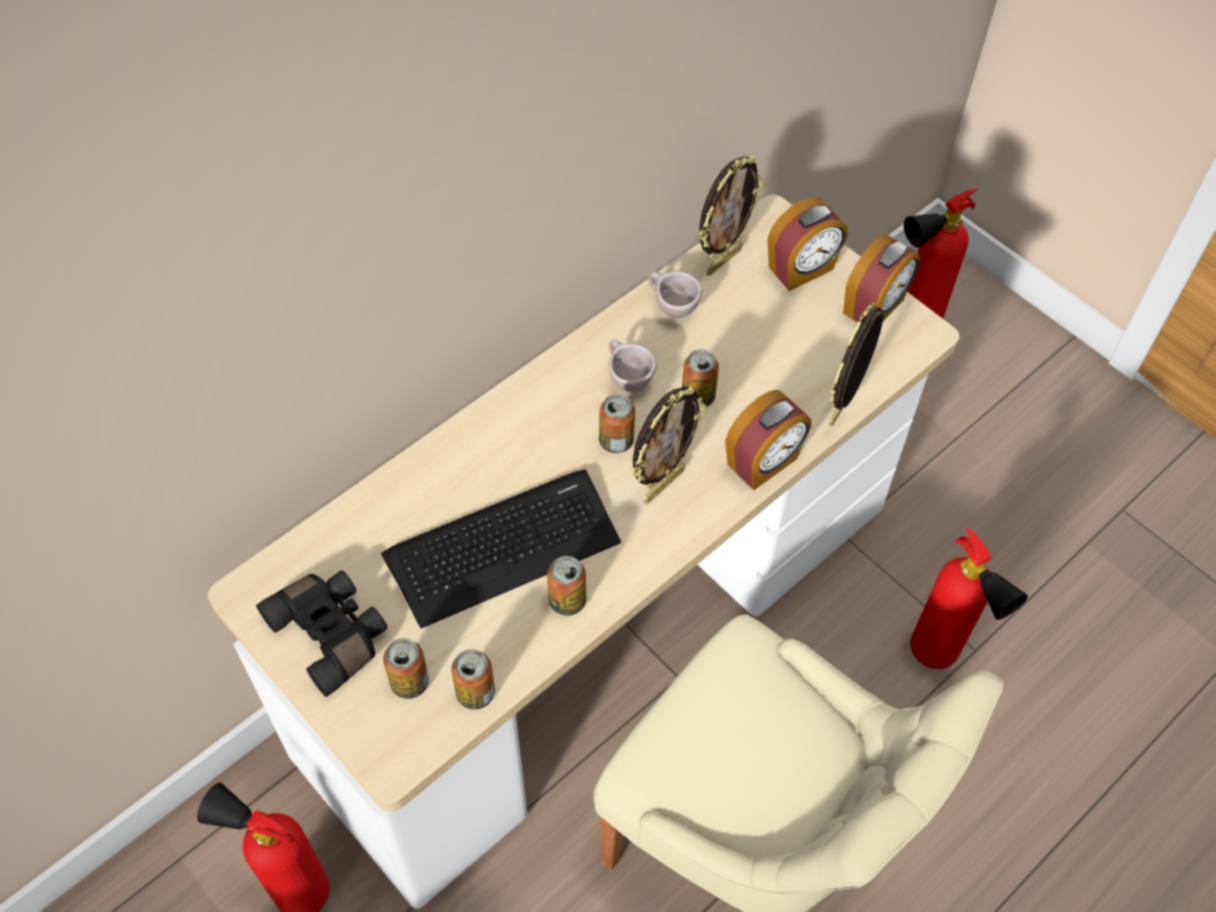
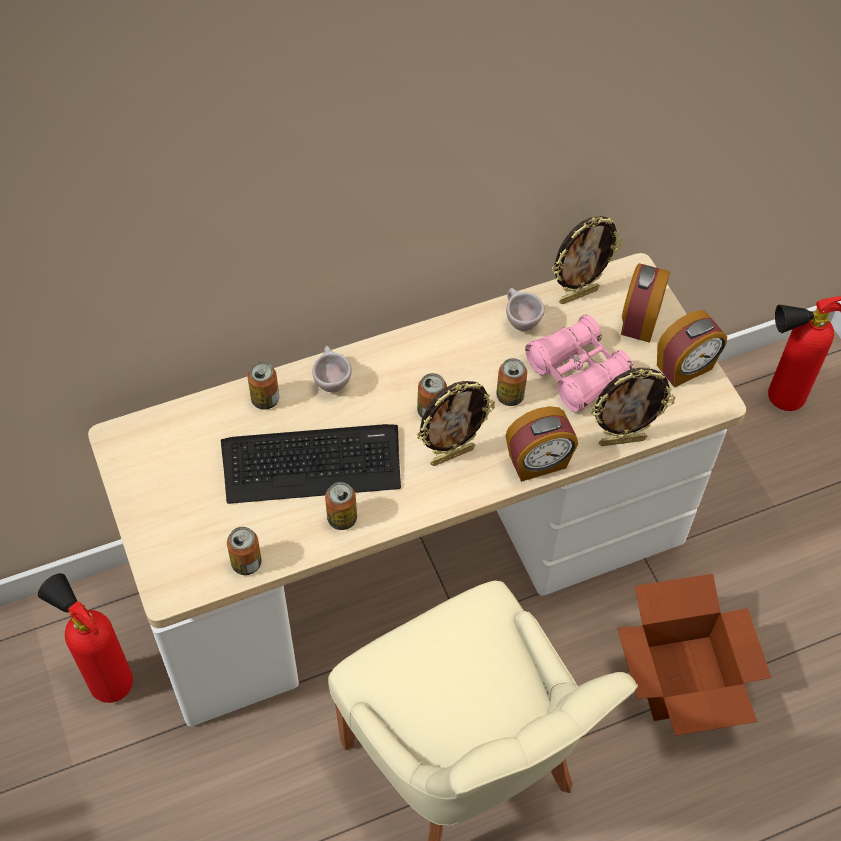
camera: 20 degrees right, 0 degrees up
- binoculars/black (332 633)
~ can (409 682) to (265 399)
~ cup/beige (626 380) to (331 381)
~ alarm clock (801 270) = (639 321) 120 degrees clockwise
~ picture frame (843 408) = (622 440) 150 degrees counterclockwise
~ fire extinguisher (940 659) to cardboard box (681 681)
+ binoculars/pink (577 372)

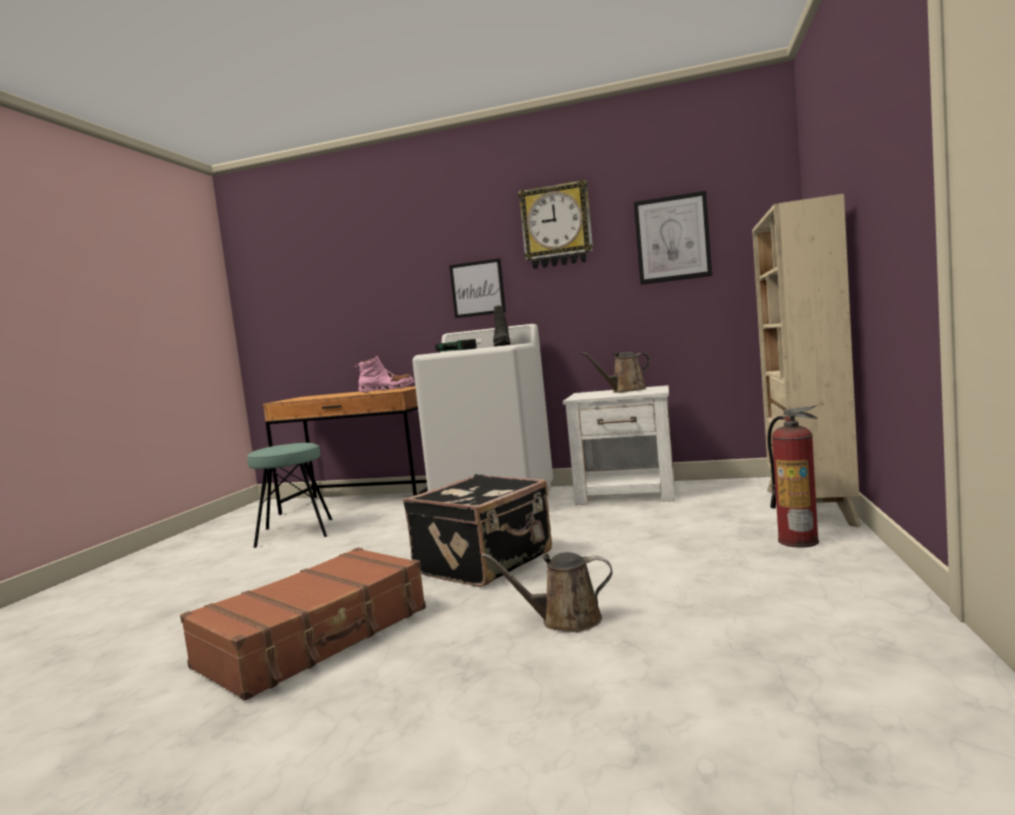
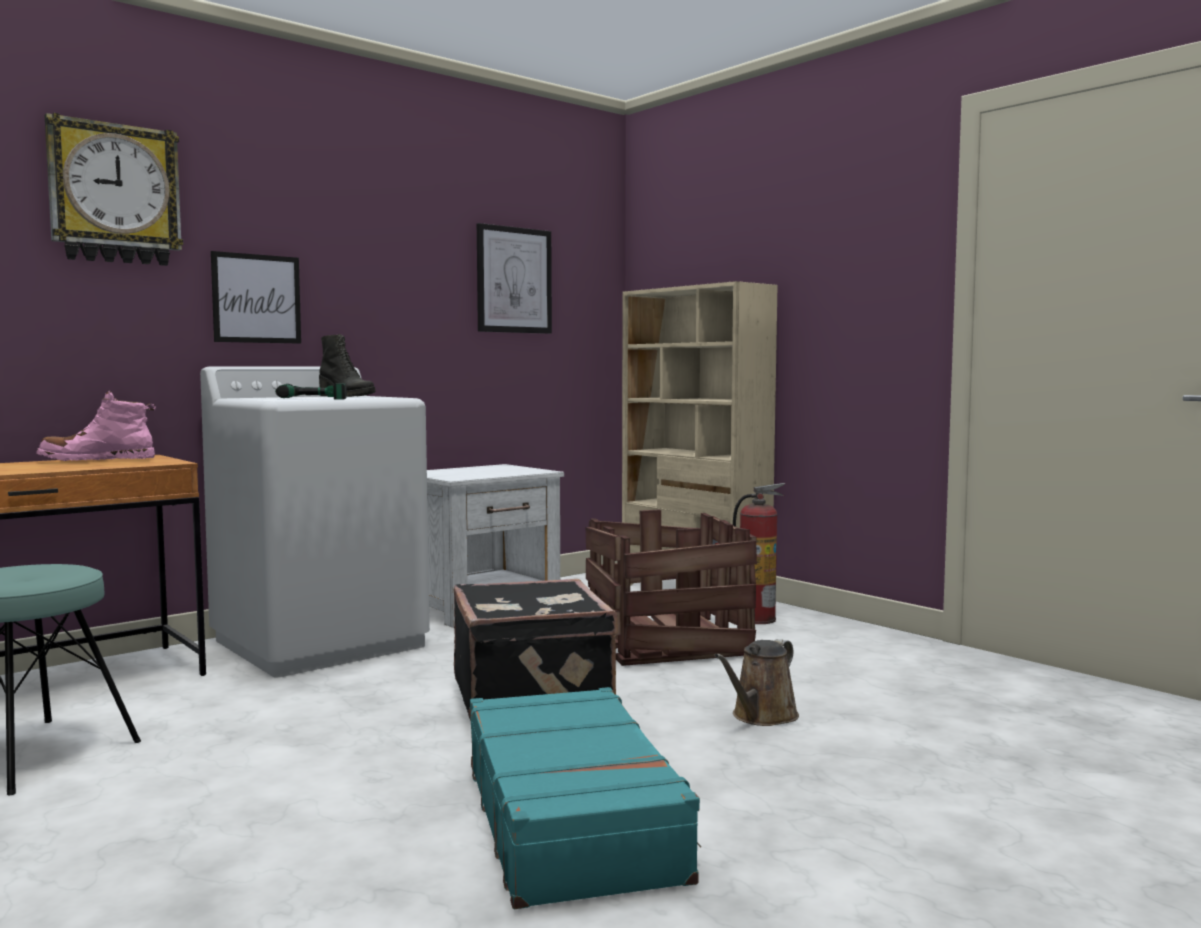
camera: 55 degrees left, 0 degrees up
~ suitcase/brown (316 637) to suitcase/turquoise (572 819)
~ boot/pink (386 389) = (97 461) 135 degrees counterclockwise
~ wall clock (556 226) to (114 194)
- watering can/brown (625 391)
+ crate (667 642)

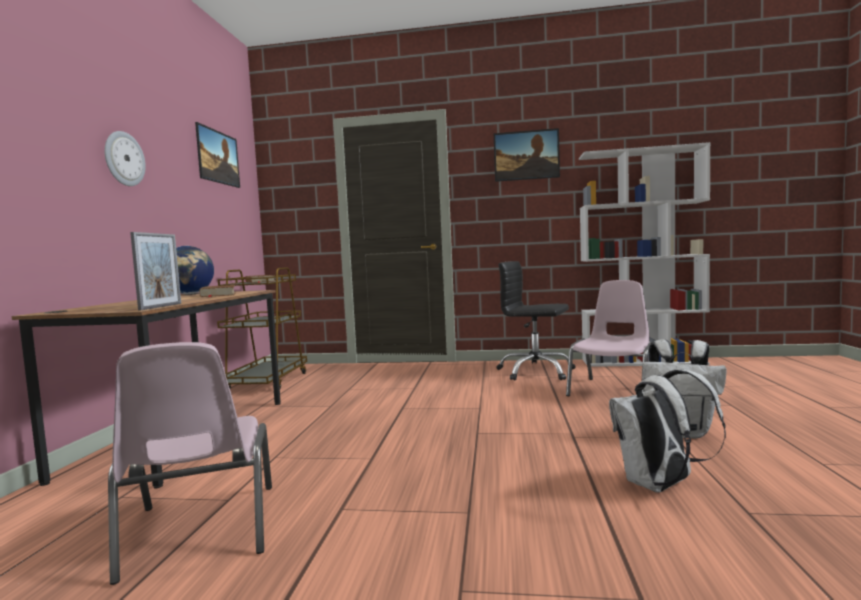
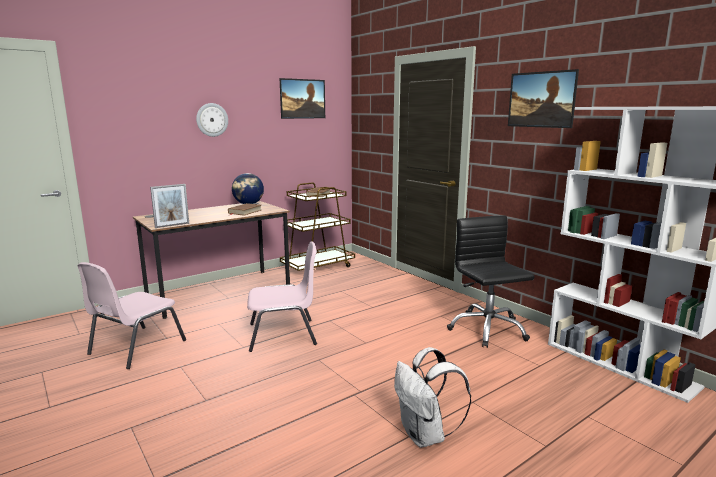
camera: 45 degrees right, 10 degrees up
~ chair/pink (614 391) to (283 335)
- backpack/white (660 486)

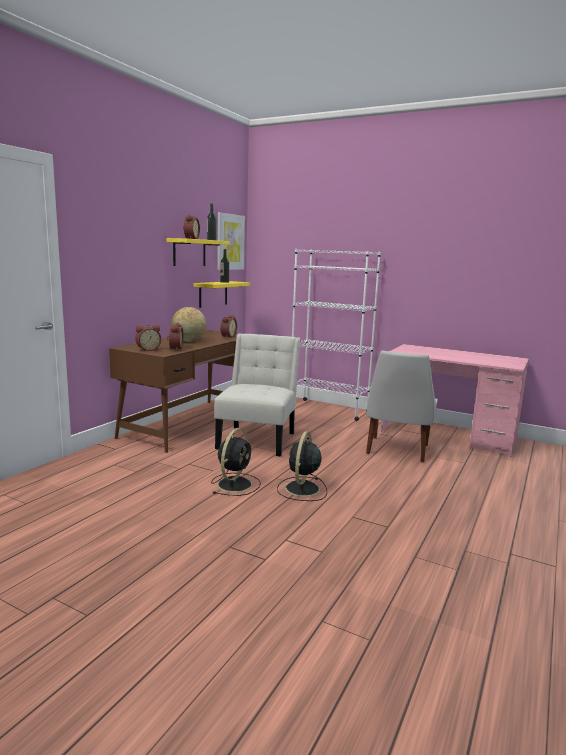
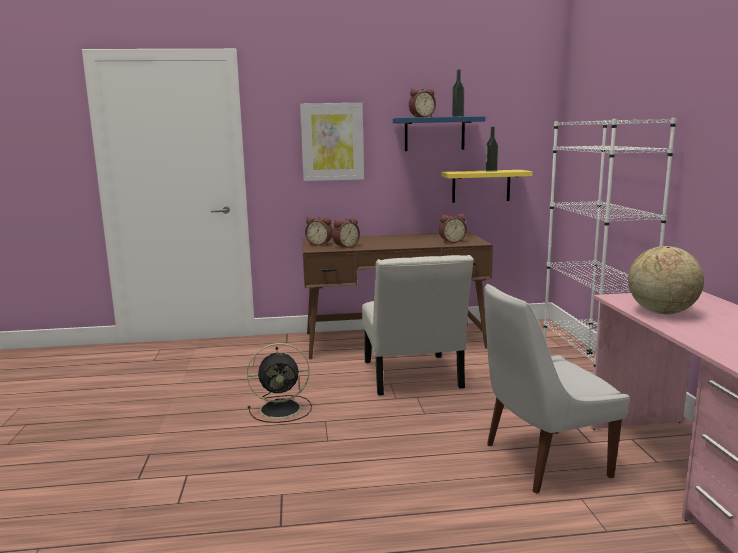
camera: 55 degrees right, 0 degrees up
~ shelf/yellow (189 252) to shelf/blue (434 134)
~ globe (189 341) to (661 312)
~ chair/white (258 439) = (412 377) 105 degrees clockwise
~ picture (230 242) to (332 142)
- fan/black (302 489)

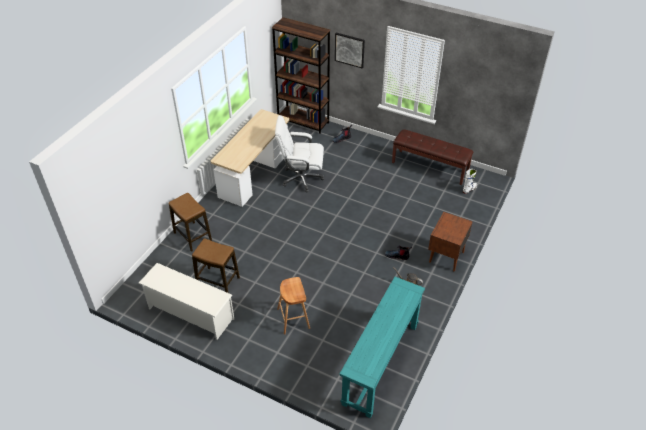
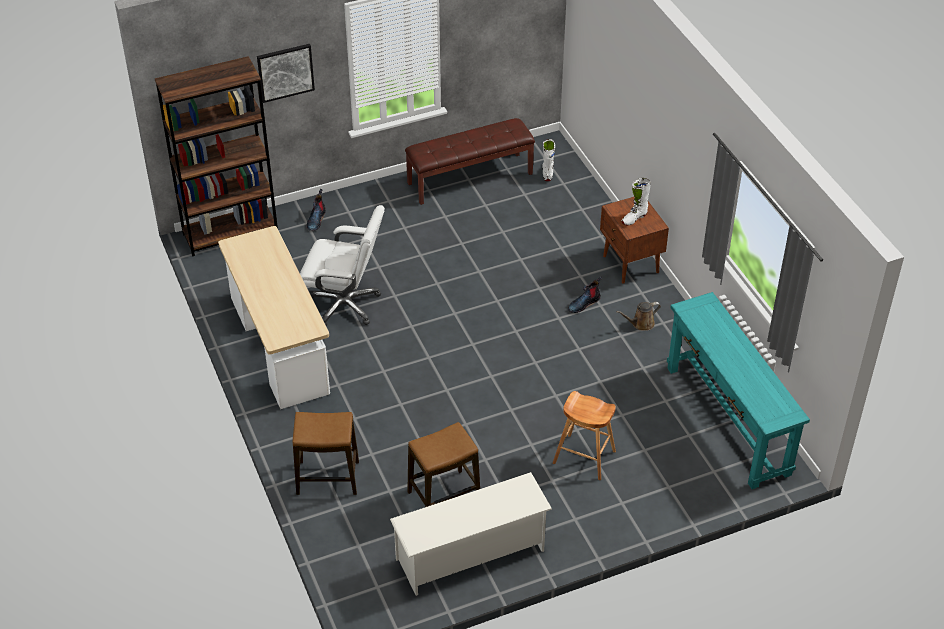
camera: 50 degrees left, 0 degrees up
~ office chair/white (301 178) = (345 304) 120 degrees counterclockwise
+ boot/white (634 218)

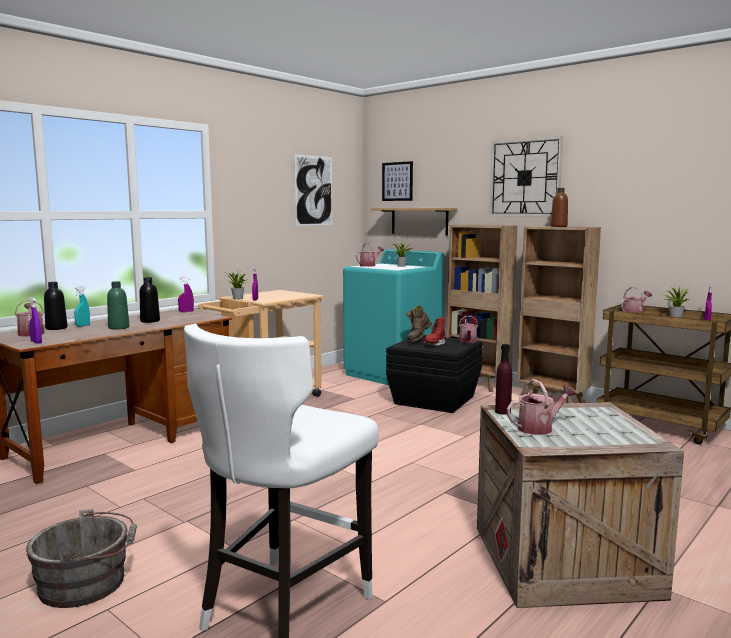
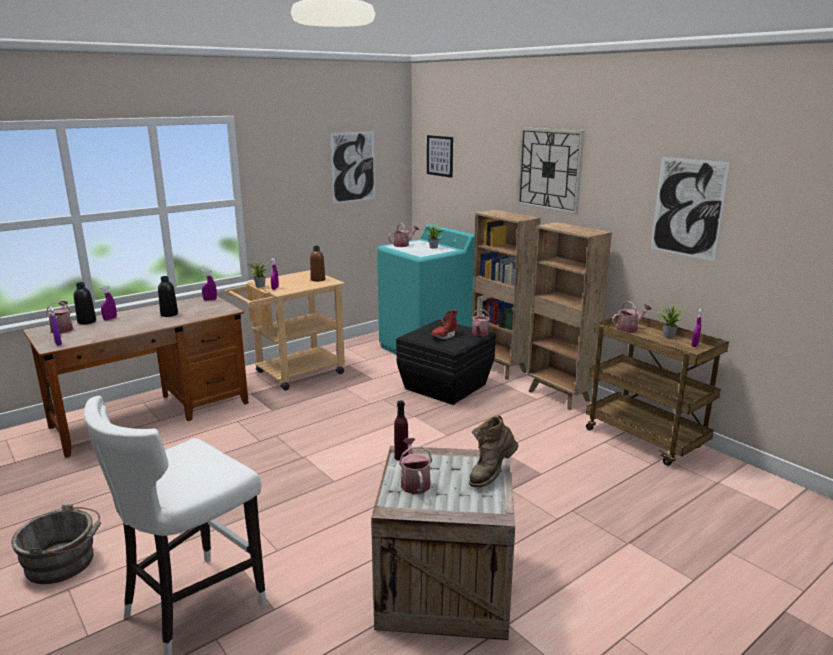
camera: 10 degrees right, 10 degrees up
~ spray bottle/turquoise (83 325) to spray bottle/purple (110 319)
- bottle/green (118 327)
- shelf (419 221)
~ boot/brown (418 340) to (491 474)
~ watering can (539 428) = (414 482) 90 degrees counterclockwise
~ bottle/brown (558 226) to (318 279)
+ picture (687 208)

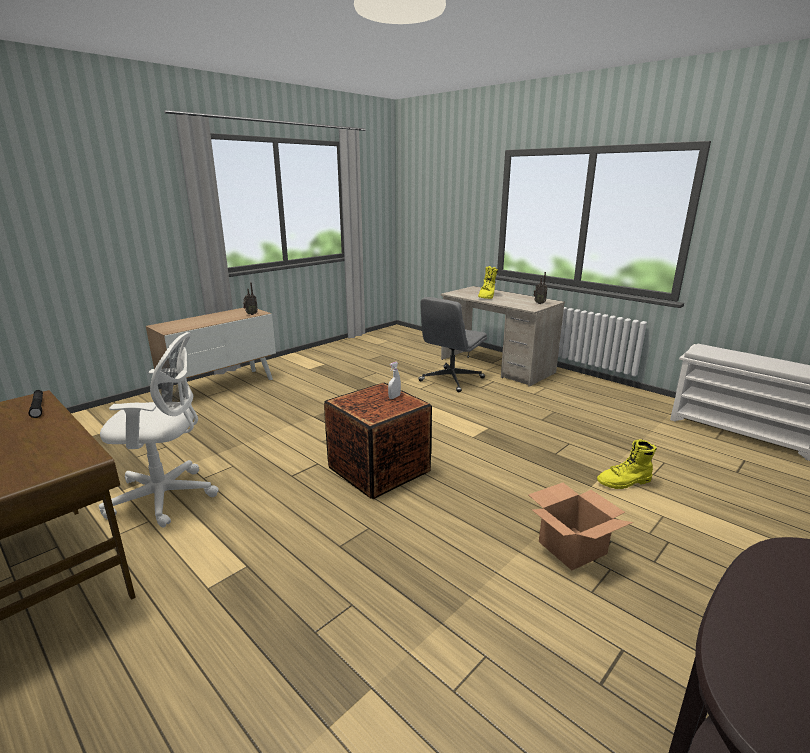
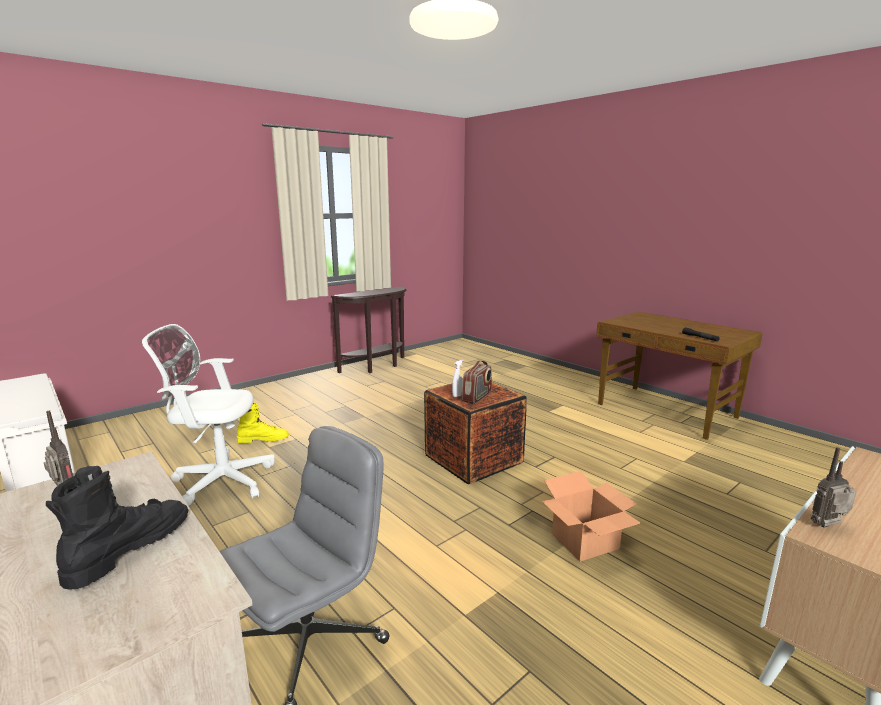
camera: 175 degrees left, 5 degrees down
~ office chair/white (167 497) to (219 480)
~ boot/yellow (487 296) to boot/black (129 549)
~ cardboard box (572 548) to (585 540)
+ radio (477 397)

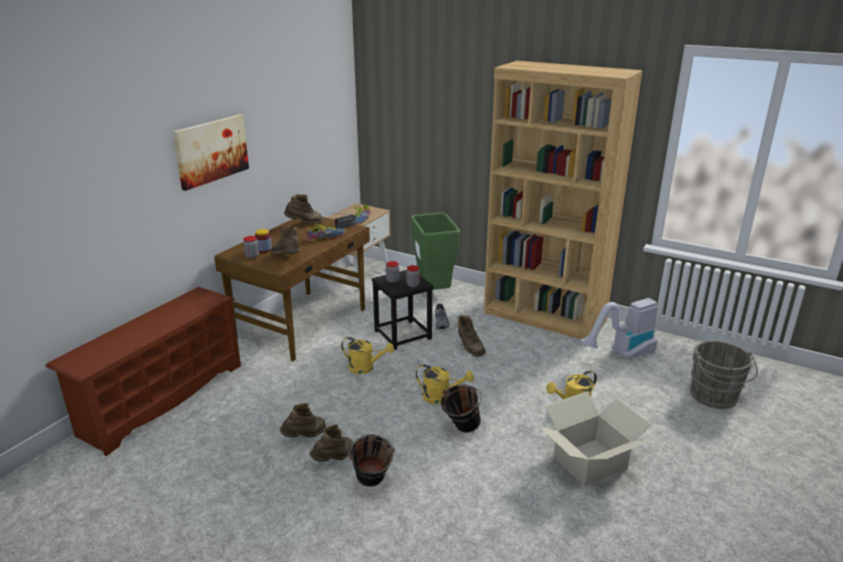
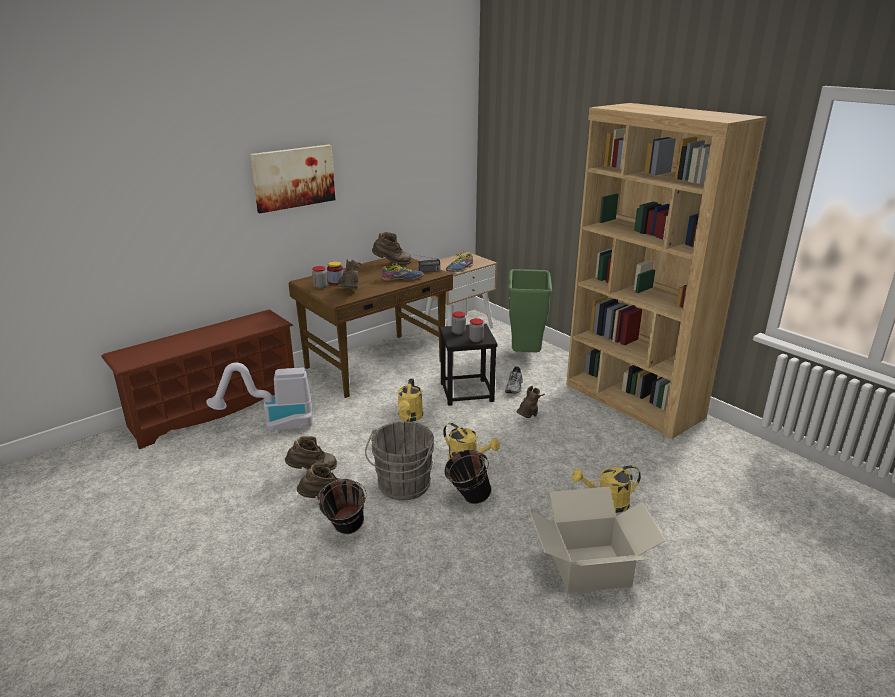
camera: 20 degrees right, 0 degrees up
~ watering can/yellow (366 368) = (410 417) 60 degrees clockwise
~ boot/brown (469 348) = (528 418) 150 degrees counterclockwise
~ vacuum cleaner (621 355) to (272 425)
~ bucket/grey (714 397) to (402 486)

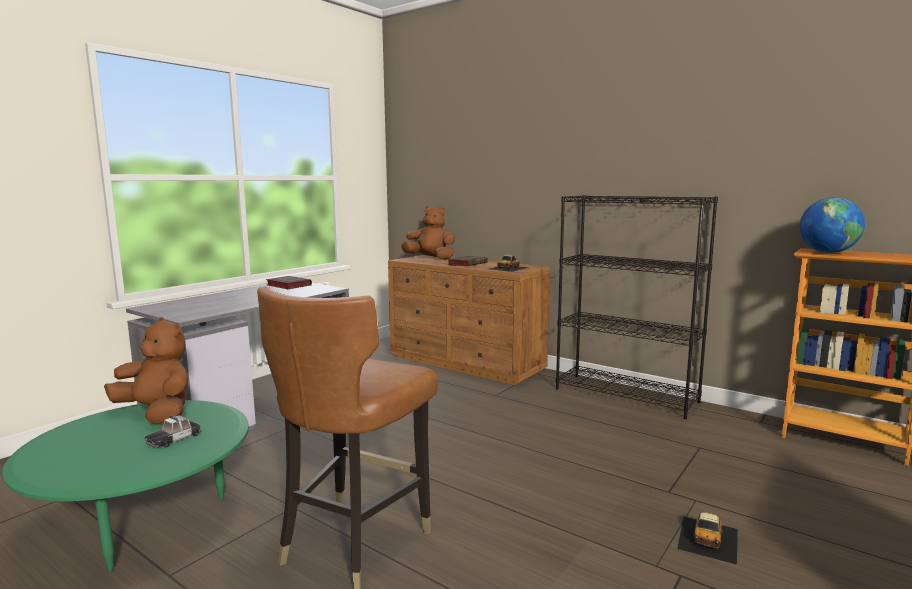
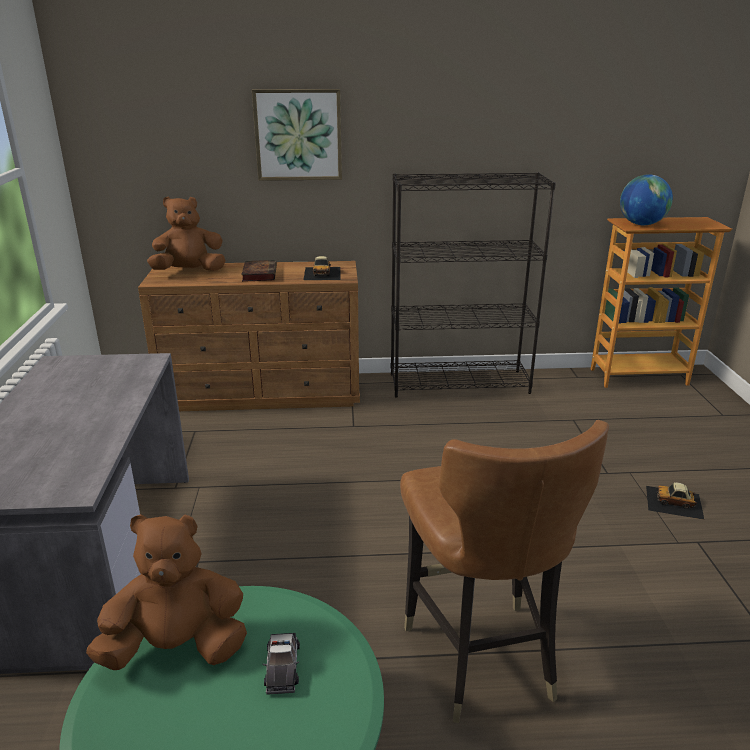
camera: 40 degrees left, 15 degrees up
- book (287 285)
~ toy car (708 538) = (674 502) 120 degrees clockwise
+ picture (298 135)

